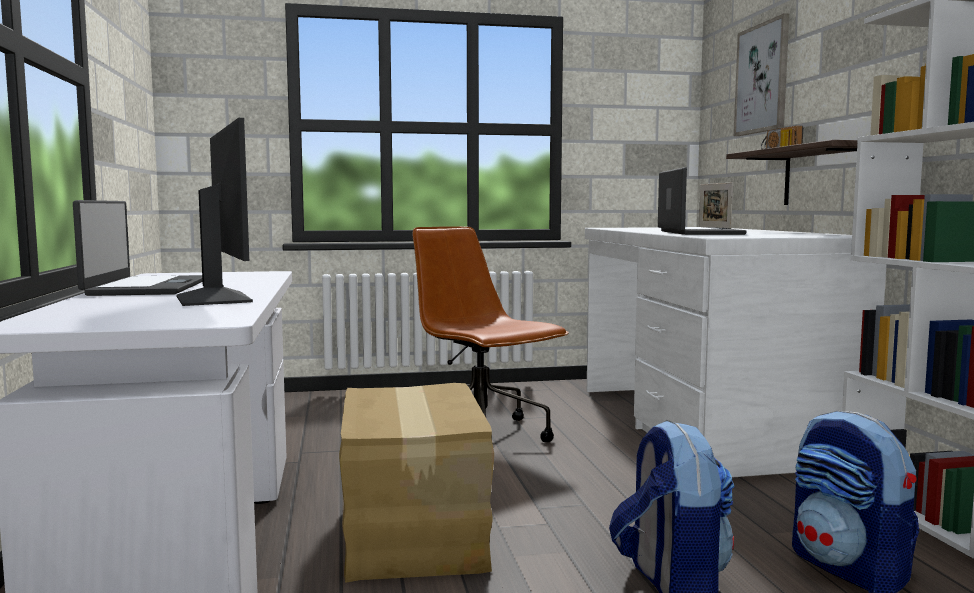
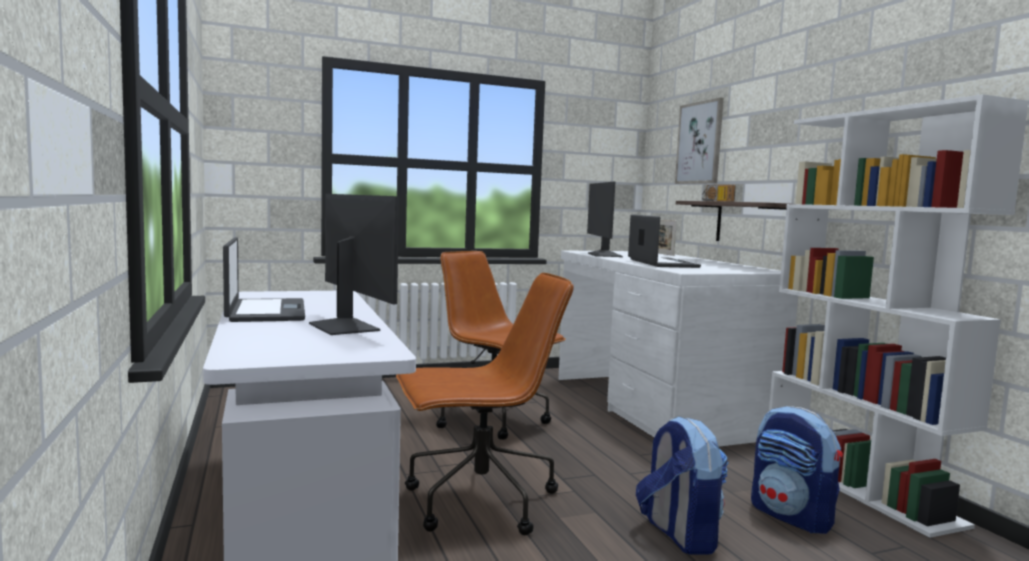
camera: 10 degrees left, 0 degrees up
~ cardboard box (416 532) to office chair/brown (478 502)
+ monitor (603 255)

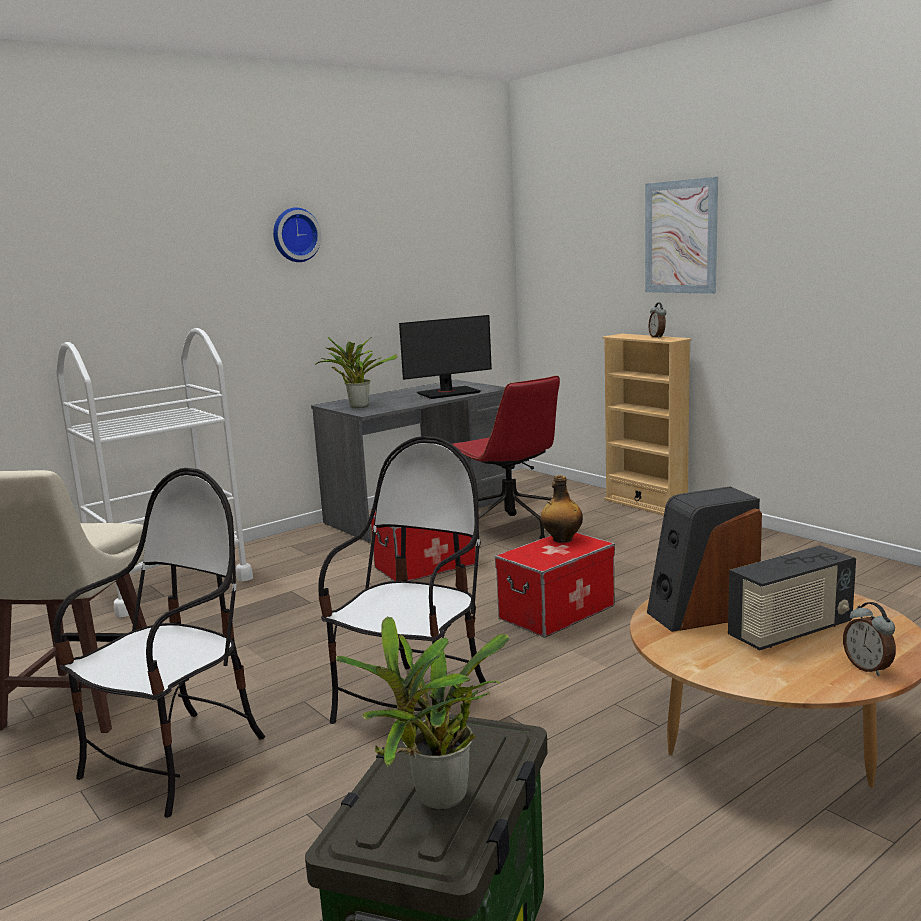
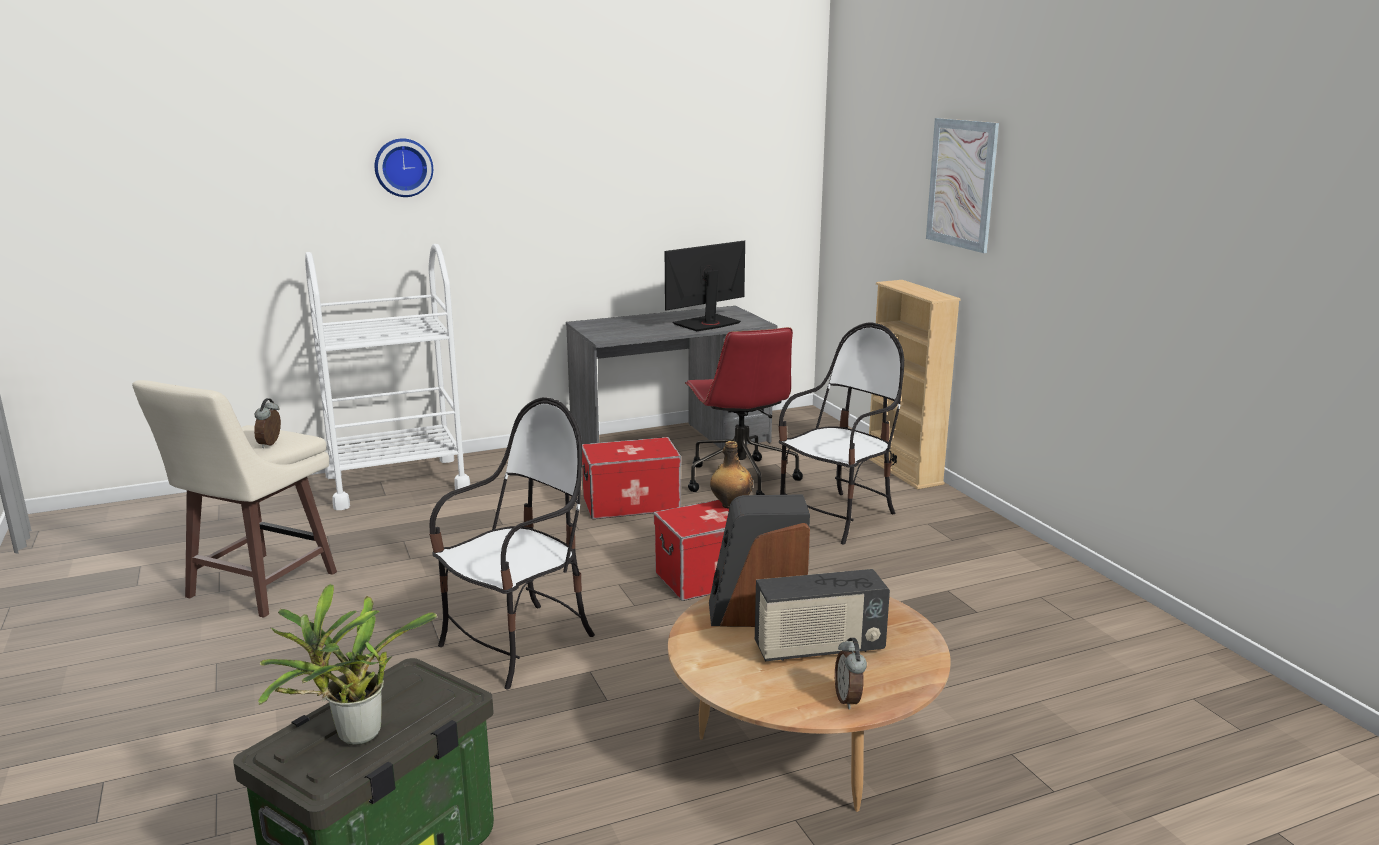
camera: 15 degrees right, 5 degrees up
~ chair (176 761) to (837 517)
~ wall clock (295 235) to (403 167)
- potted plant (357 406)
~ monitor (448 393) = (707 324) 150 degrees clockwise
~ alarm clock (657 337) to (271 444)

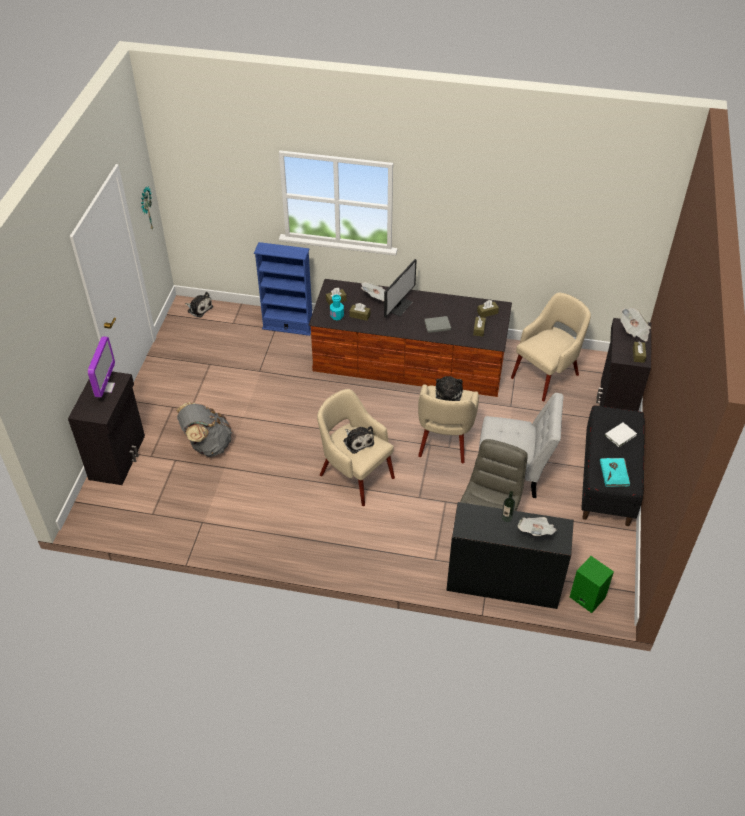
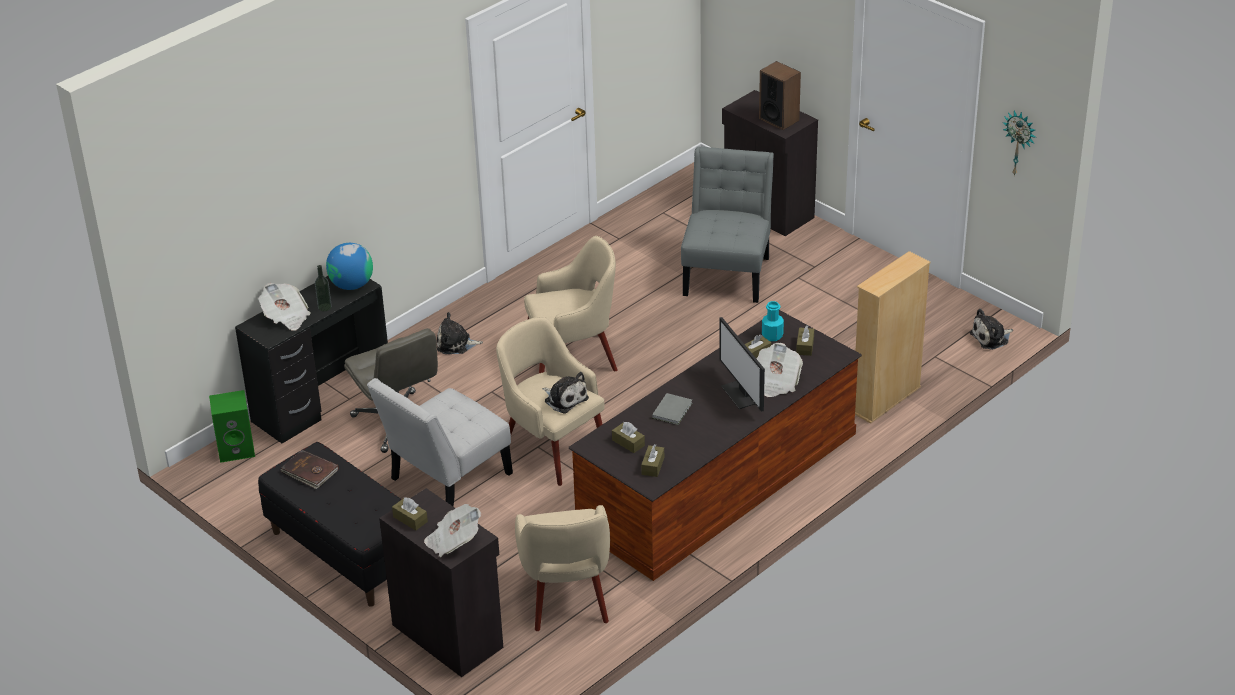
camera: 125 degrees right, 10 degrees down
~ monitor (106 387) to speaker (779 119)
~ backpack/grey (207 445) to chair/grey (727 273)
~ bookcase/blue (288 327) to bookcase/beige (885 400)
~ plush toy (357 441) to (456 344)
~ book/turquoise (614 473) to book/brown (310 472)
- book/white (621 435)
+ globe (351 285)

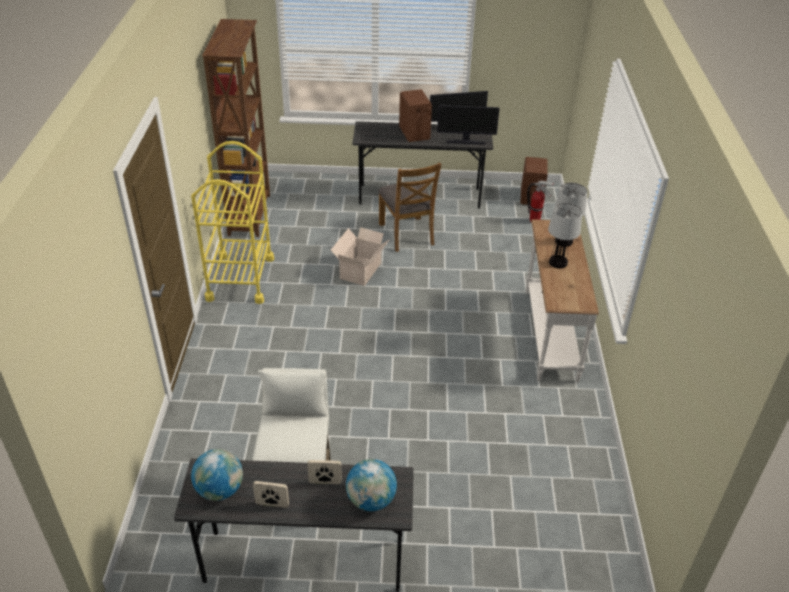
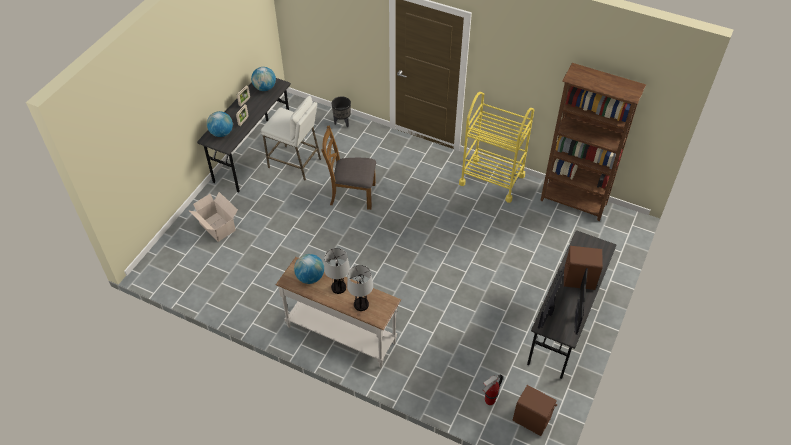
camera: 115 degrees right, 10 degrees up
~ cardboard box (361 270) to (218 228)
~ chair/brown (407 234) to (352 194)
+ globe (310 277)
+ planter/black (342 122)

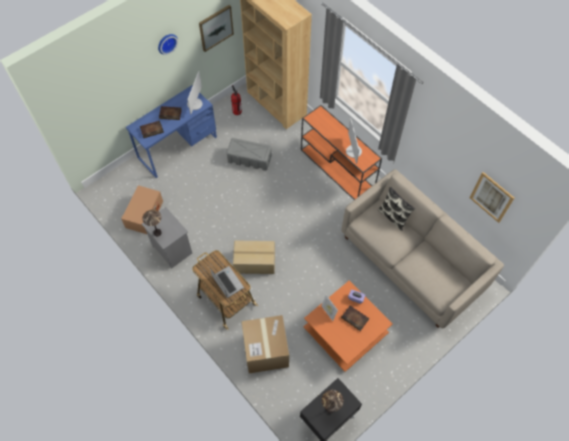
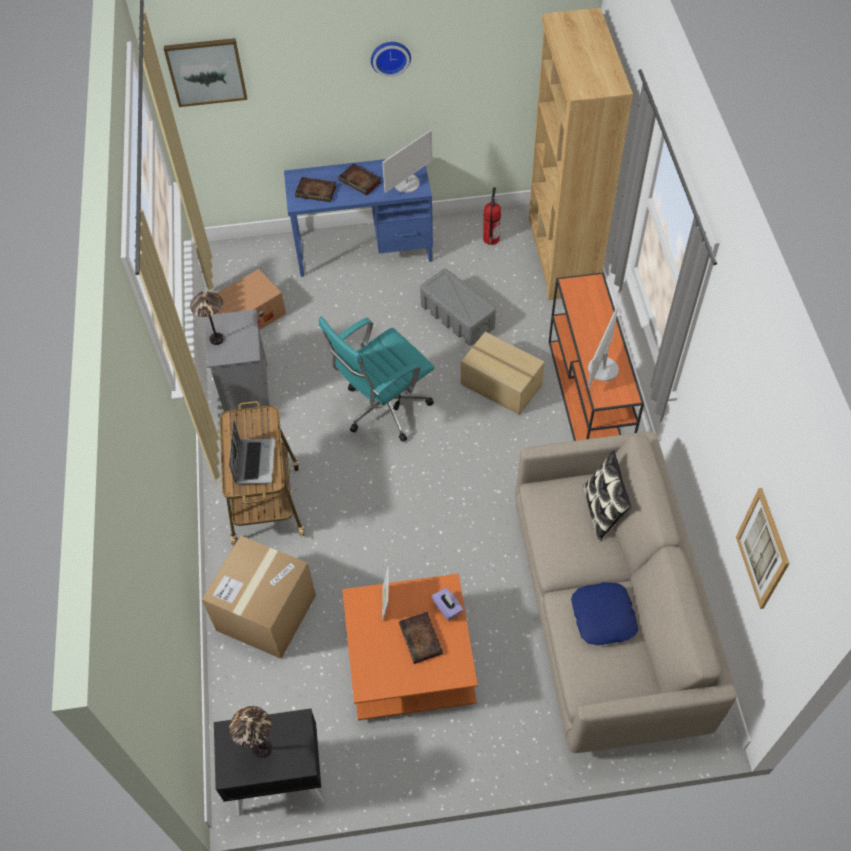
camera: 35 degrees right, 5 degrees down
~ picture (215 28) to (206 71)
~ cardboard box (255 262) to (501 385)
+ office chair/turquoise (383 409)
+ pillow/blue (603 616)

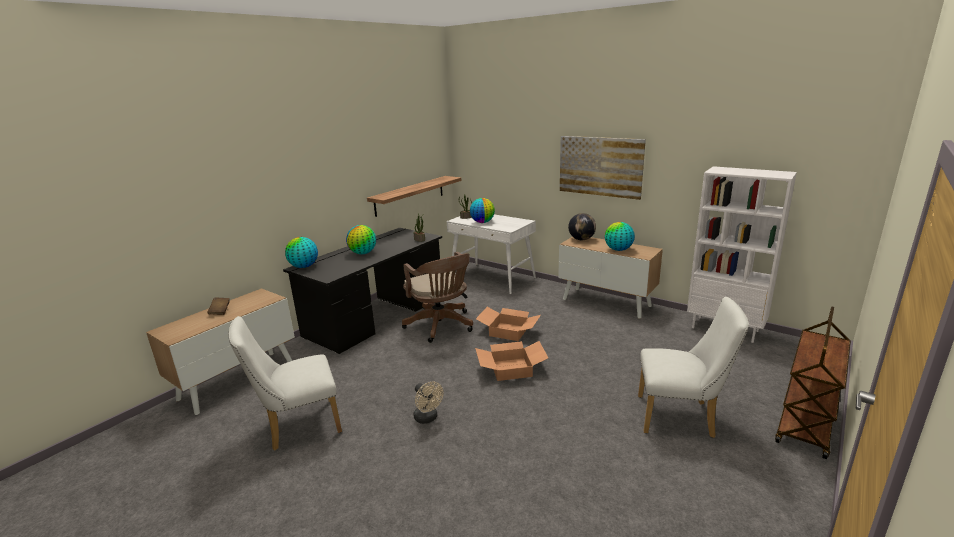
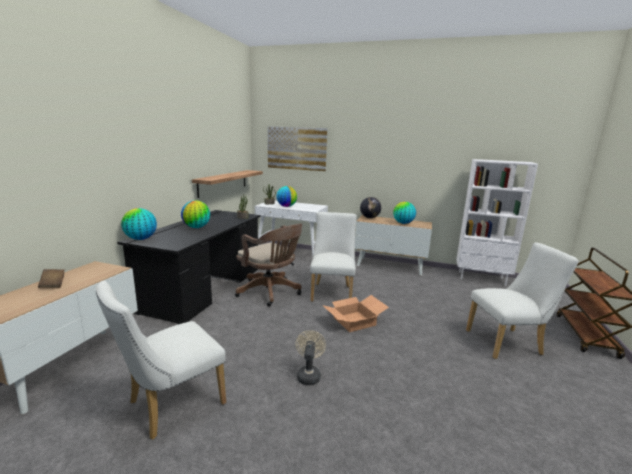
camera: 20 degrees left, 5 degrees down
~ fan/beige (428 418) = (309 374) 120 degrees counterclockwise
~ cardboard box (509 331) to chair/white (332 292)
~ picture (600 166) to (296 148)

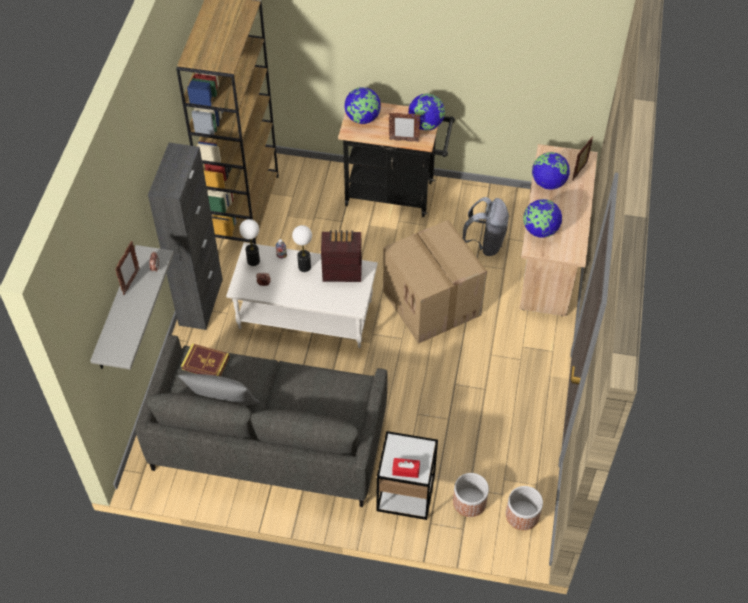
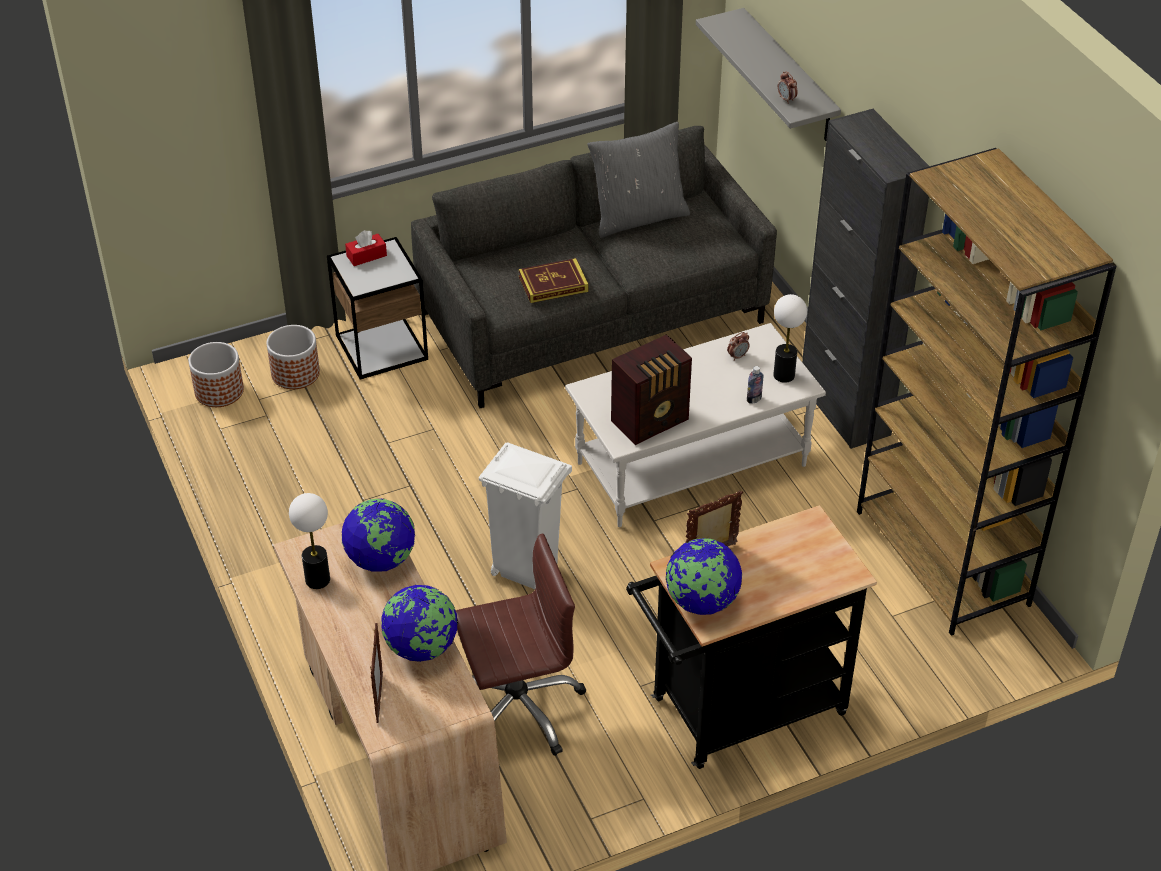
camera: 145 degrees right, 10 degrees down
- picture frame (131 282)
~ book (205 363) to (553 284)
~ table lamp (304 266) to (318 580)
- globe (362 118)
~ cardboard box (433 303) to trash can/white (525 571)
~ backpack/grey (485 243) to office chair/brown (517 707)

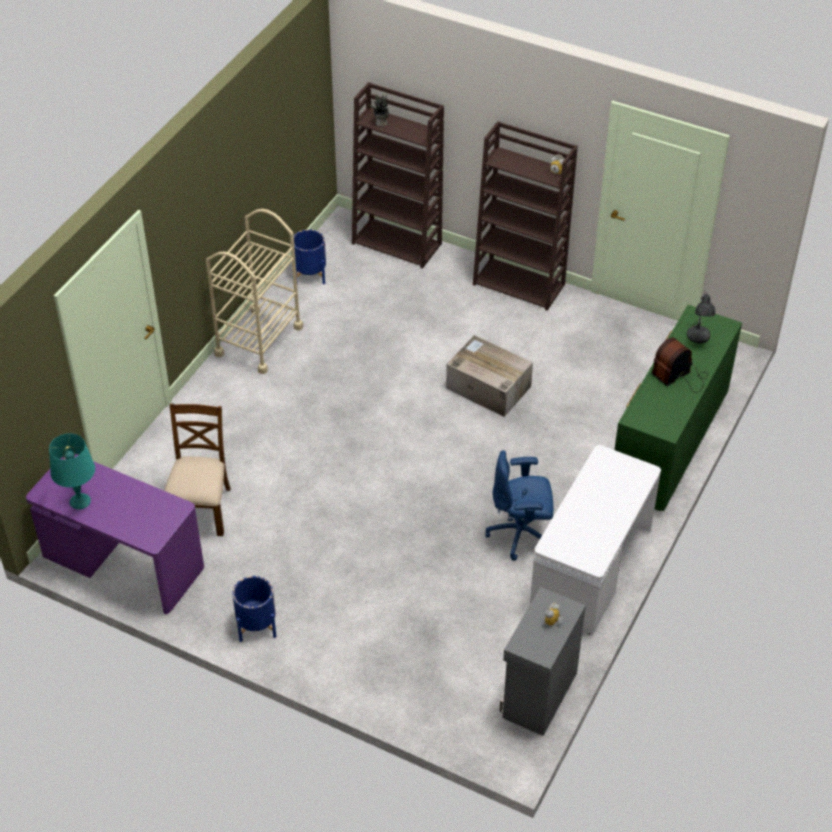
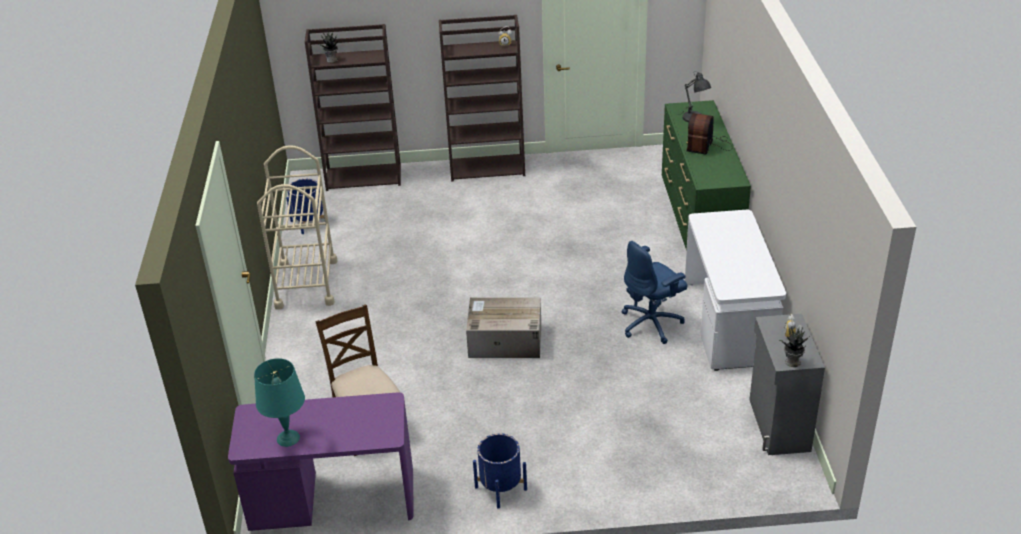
camera: 30 degrees left, 10 degrees down
~ cardboard box (487 387) to (504 341)
+ potted plant (792 362)

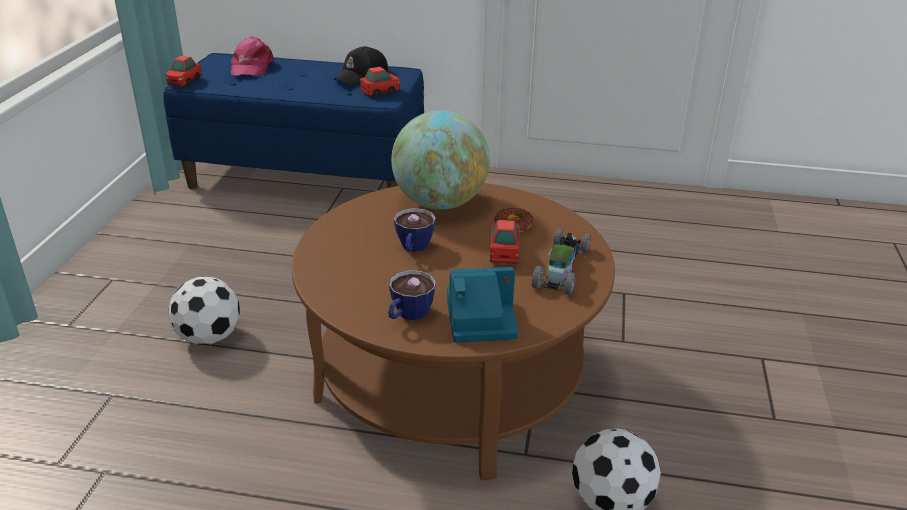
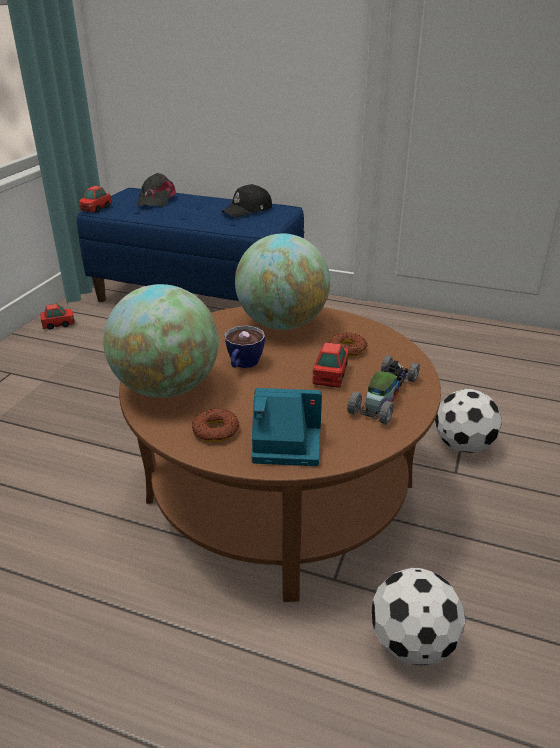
camera: 10 degrees right, 0 degrees up
~ football (209 336) to (463 445)
~ cap/pink (251 67) to cap/black (156 199)
~ toy car (381 92) to (59 324)
~ cup (408 315) to donut (215 430)
+ globe (167 388)

